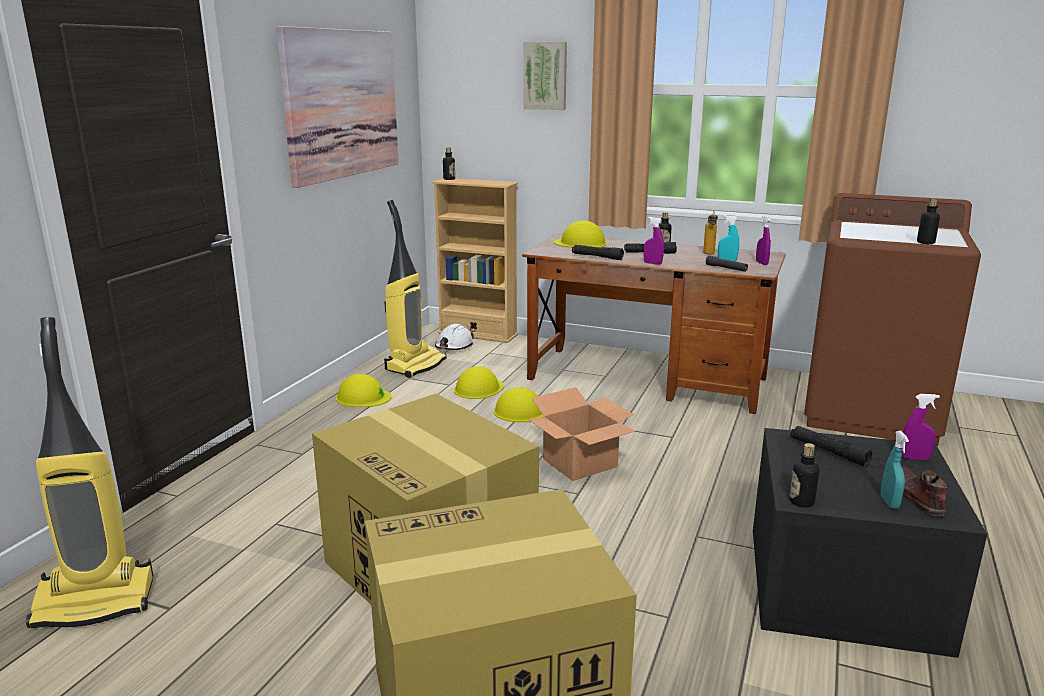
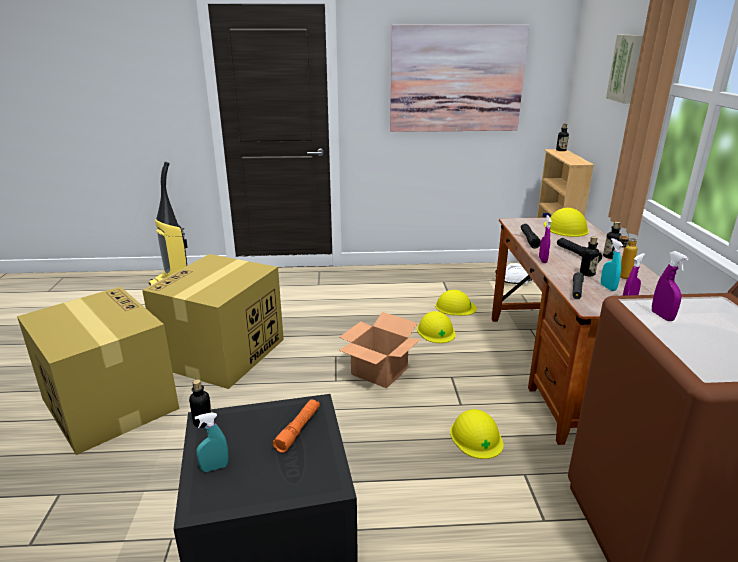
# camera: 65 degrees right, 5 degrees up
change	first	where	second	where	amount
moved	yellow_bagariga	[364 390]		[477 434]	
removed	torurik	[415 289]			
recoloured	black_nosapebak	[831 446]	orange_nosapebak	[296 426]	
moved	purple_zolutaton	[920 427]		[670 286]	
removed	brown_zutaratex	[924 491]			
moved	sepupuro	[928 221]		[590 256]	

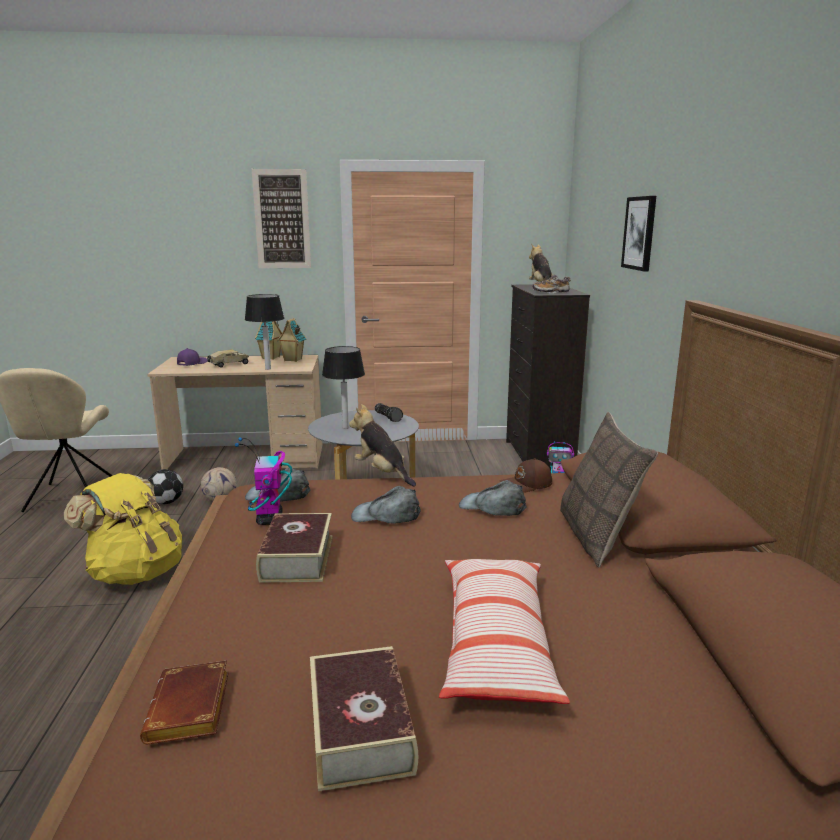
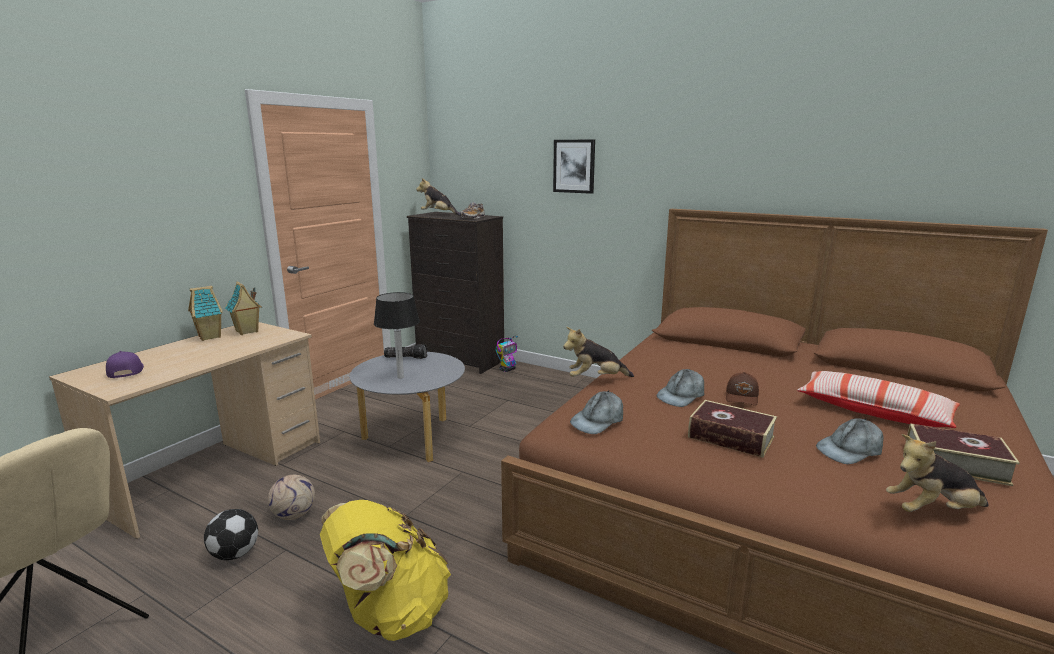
# camera: 55 degrees left, 0 degrees up
change	first	where	second	where	amount
replaced	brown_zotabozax	[184 702]	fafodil	[937 473]	
removed	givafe	[228 358]			
removed	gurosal	[263 481]			
removed	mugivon	[264 332]			
removed	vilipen	[281 218]			
moved	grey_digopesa	[493 498]		[850 441]	
moved	brown_digopesa	[525 475]		[742 389]	
removed	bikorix	[609 489]			

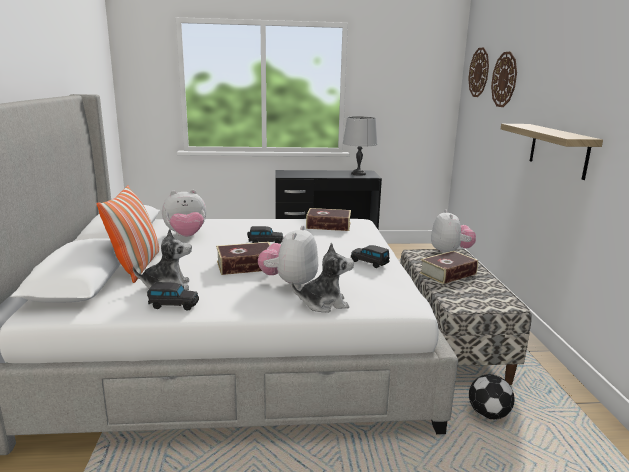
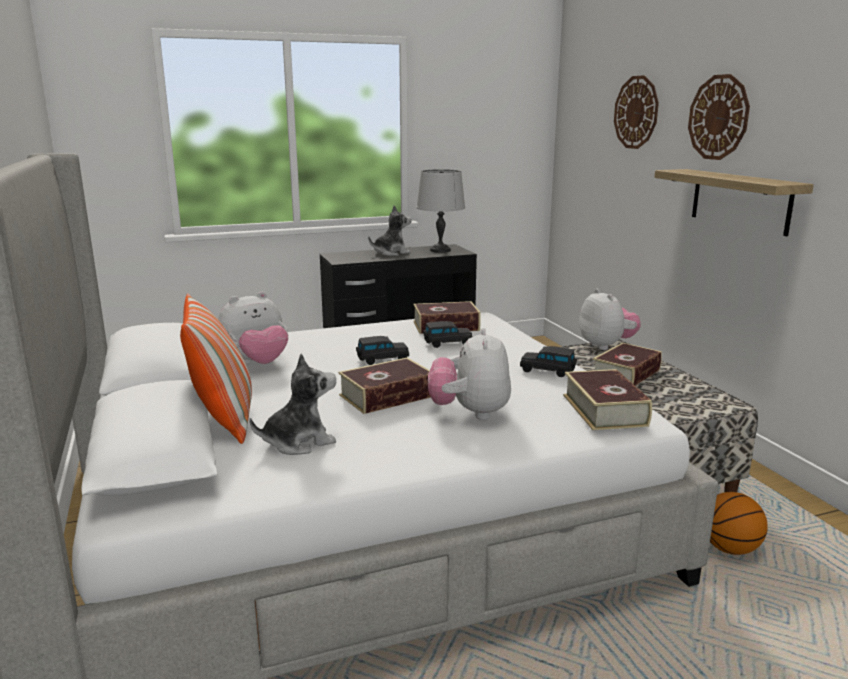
# camera: 15 degrees left, 0 degrees up
change	first	where	second	where	amount
moved	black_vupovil	[173 296]		[448 334]	
moved	fafodil	[323 278]		[389 230]	
moved	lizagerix	[478 72]		[719 117]	
replaced	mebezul	[492 397]	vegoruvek	[739 523]	
added			zotabozax	[607 399]	

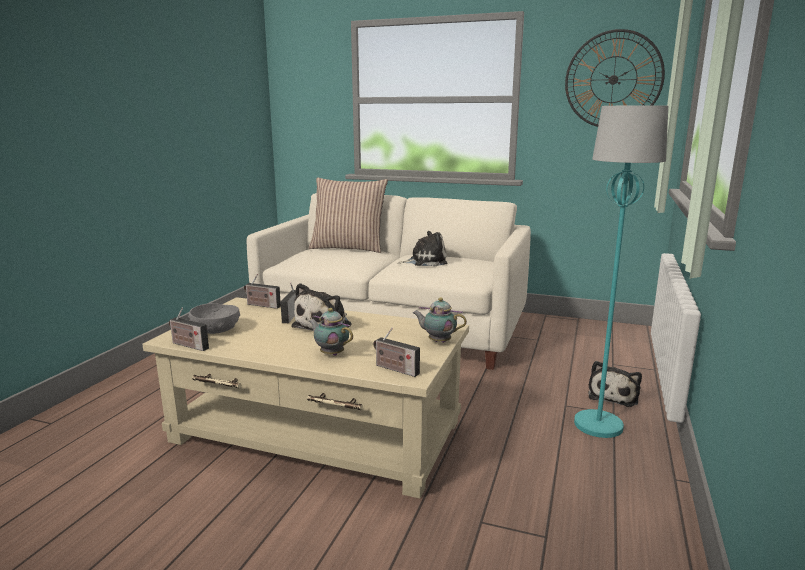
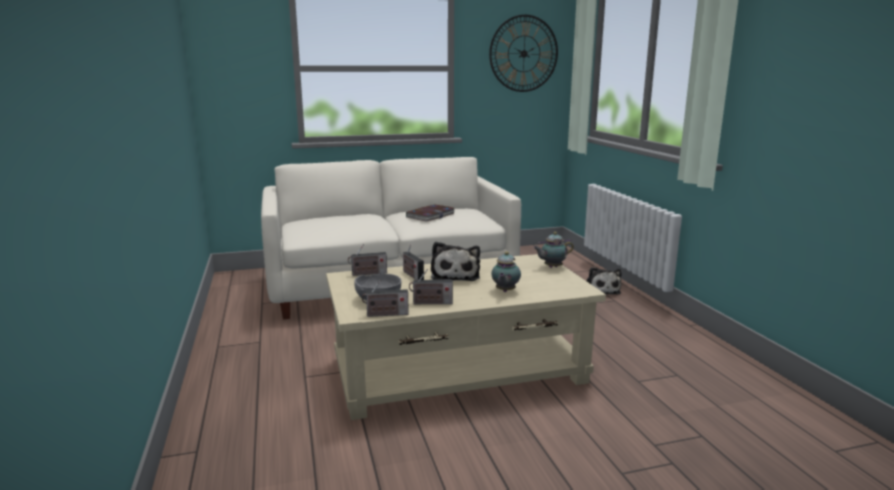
# camera: 35 degrees left, 0 degrees up
change	first	where	second	where	amount
removed	bikorix	[348 215]			
turned	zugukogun	[331 332]		[506 272]	75 degrees counterclockwise
moved	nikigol	[396 352]		[431 286]	
replaced	fafodil	[423 248]	zotabozax	[430 213]	
removed	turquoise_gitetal	[621 271]			

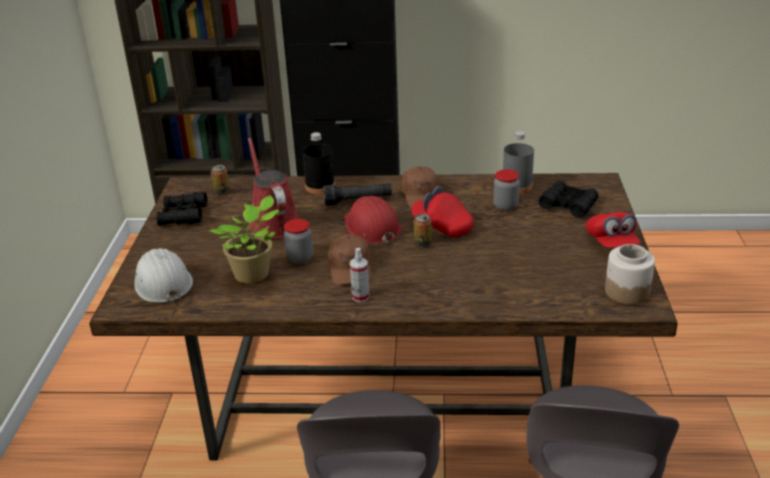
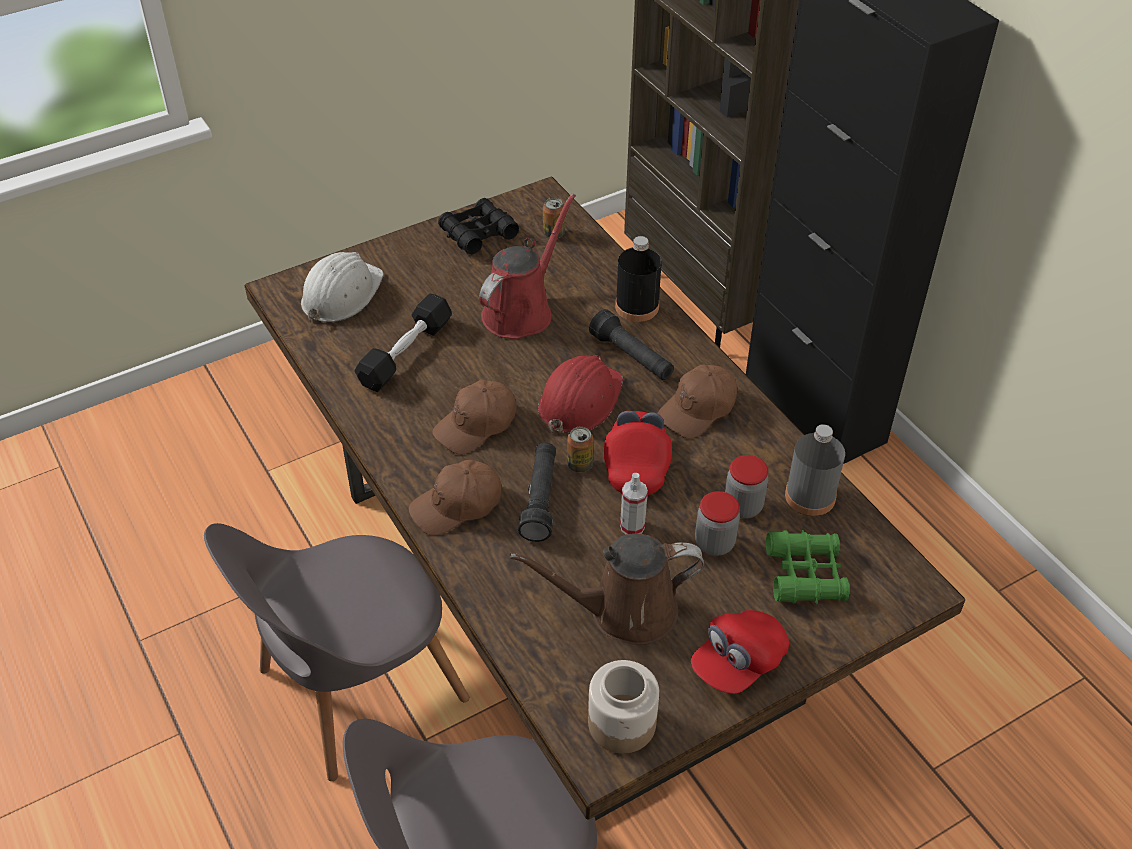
# camera: 55 degrees right, 15 degrees up
change	first	where	second	where	amount
replaced	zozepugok	[244 239]	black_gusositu	[403 343]	
moved	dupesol	[298 241]		[717 523]	
moved	zolutaton	[360 275]		[634 503]	
recoloured	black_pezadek	[568 199]	green_pezadek	[808 567]	
added			brown_digopesa	[455 498]	
added			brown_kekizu	[606 589]	
added			black_nosapebak	[537 492]	

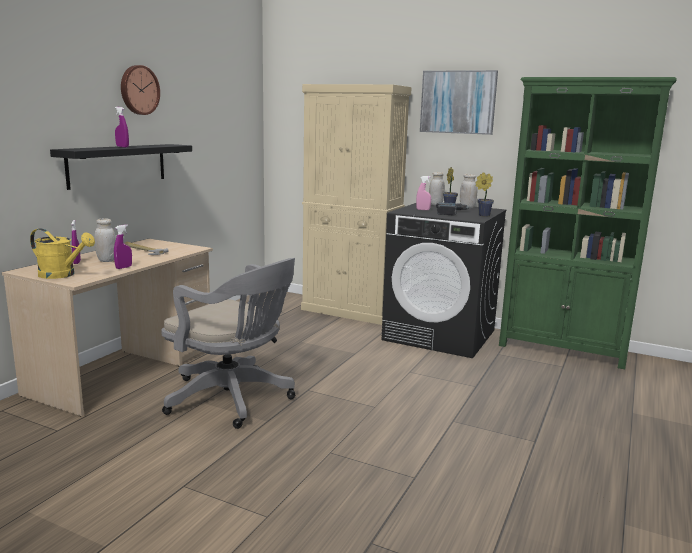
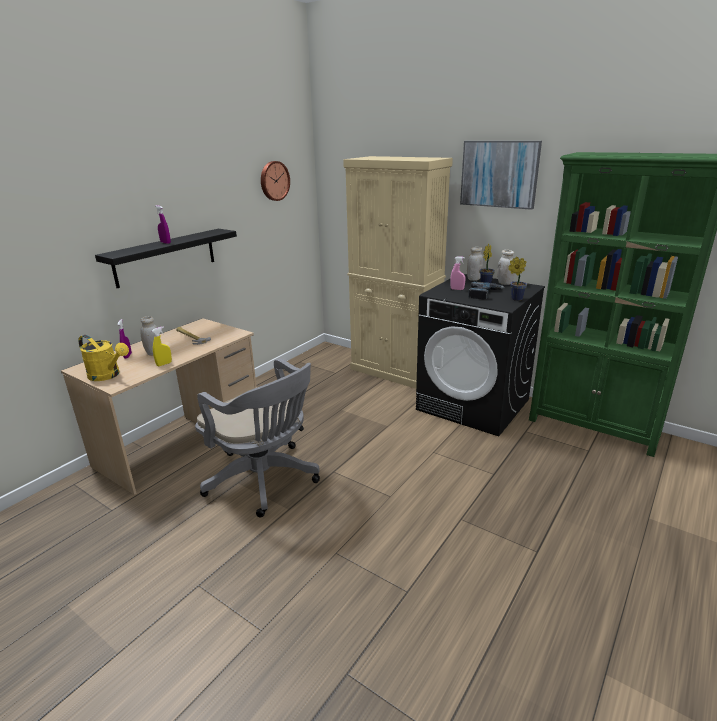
# camera: 10 degrees right, 10 degrees up
change	first	where	second	where	amount
recoloured	purple_zolutaton	[123 247]	yellow_zolutaton	[162 346]	
moved	lizagerix	[140 90]		[275 181]	

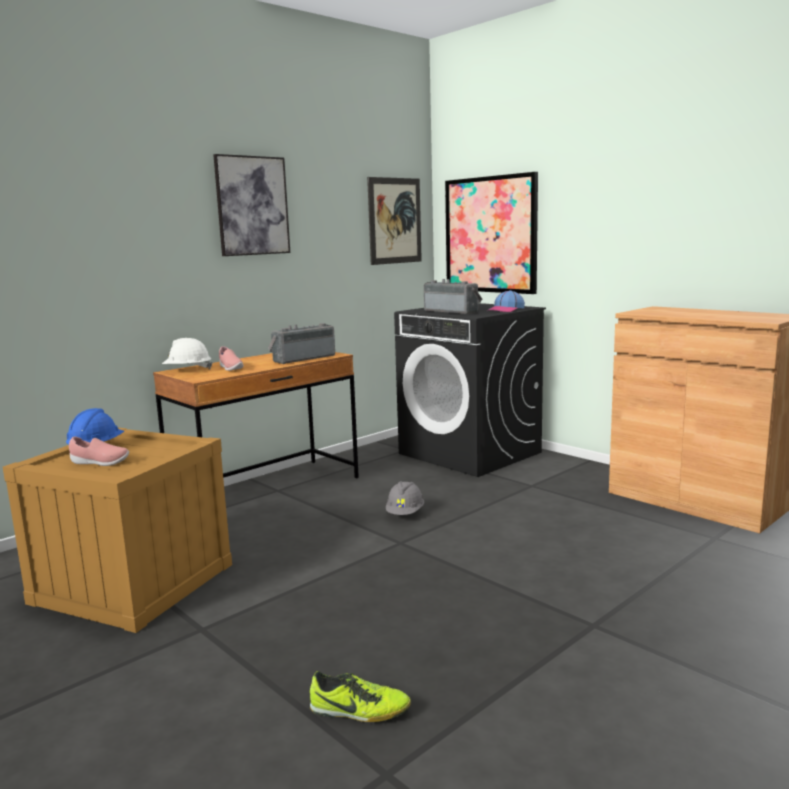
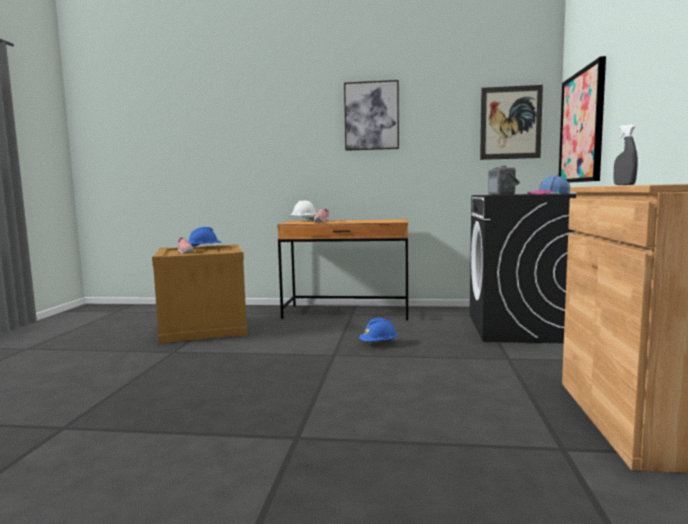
# camera: 50 degrees right, 5 degrees down
change	first	where	second	where	amount
removed	nikigol	[301 343]			
removed	zutaratex	[360 696]			
recoloured	grey_bagariga	[405 498]	blue_bagariga	[378 330]	
added			grey_zolutaton	[626 154]	

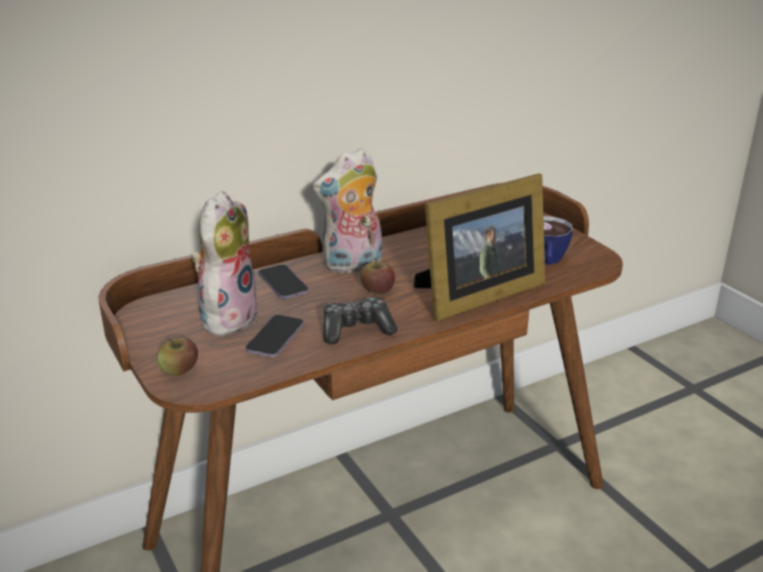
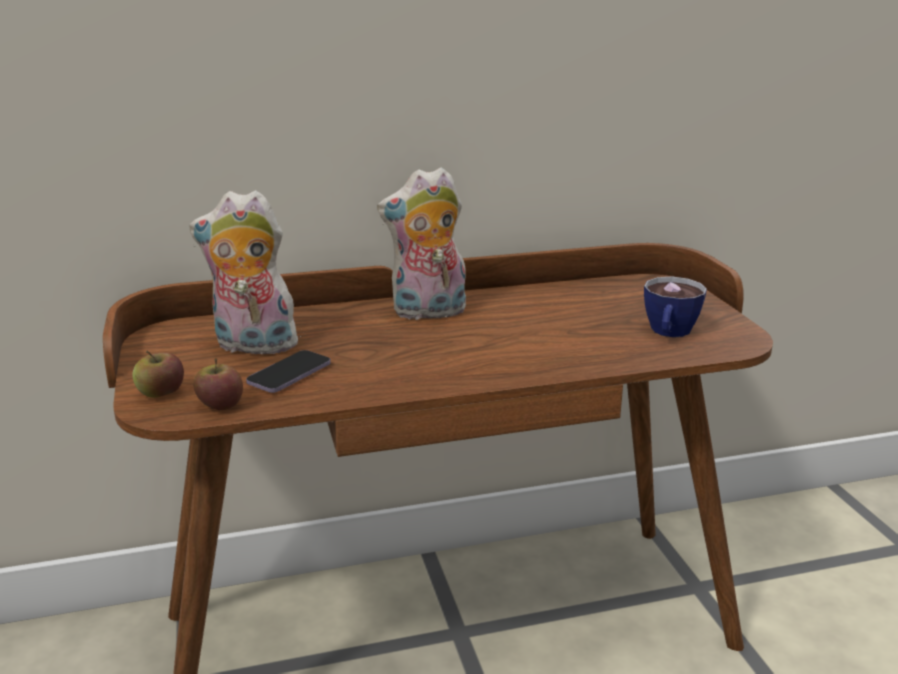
# camera: 15 degrees right, 5 degrees down
change	first	where	second	where	amount
turned	fafodil	[226 263]		[245 274]	120 degrees counterclockwise
removed	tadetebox	[284 282]			
removed	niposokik	[360 320]			
moved	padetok	[378 276]		[218 384]	
removed	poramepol	[479 247]			

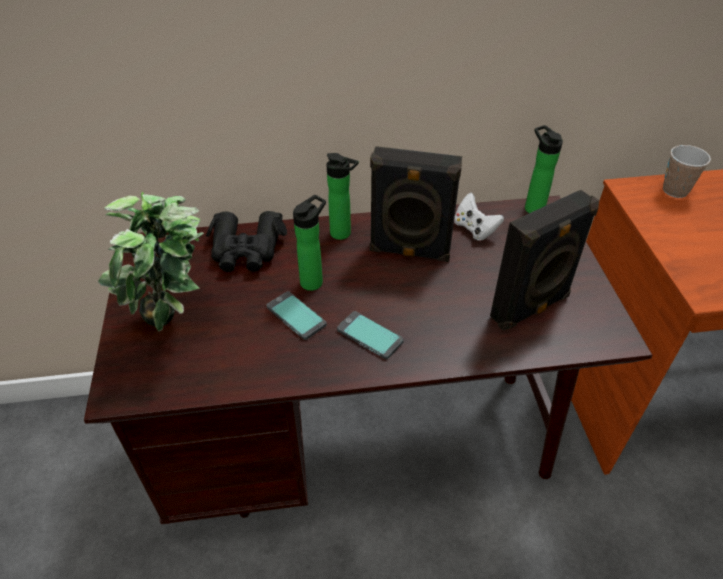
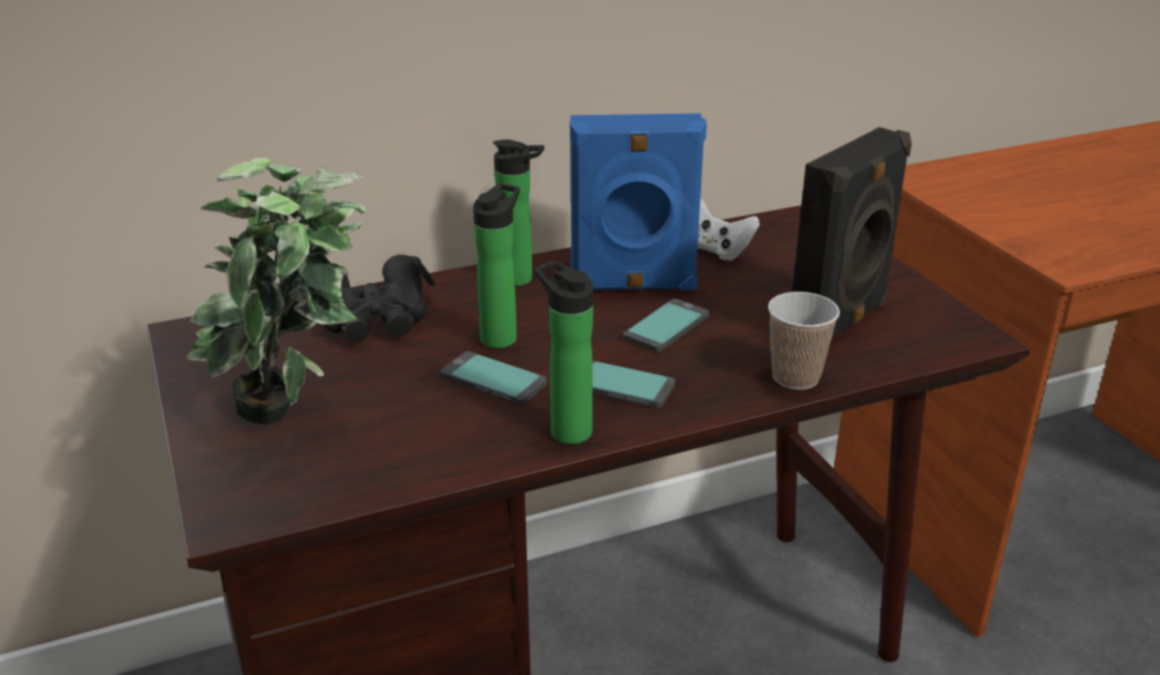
# camera: 15 degrees left, 15 degrees down
change	first	where	second	where	amount
recoloured	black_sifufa	[415 204]	blue_sifufa	[638 201]	
moved	sepupuro	[544 169]		[563 352]	
moved	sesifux	[687 171]		[804 341]	
added			tadetebox	[666 325]	

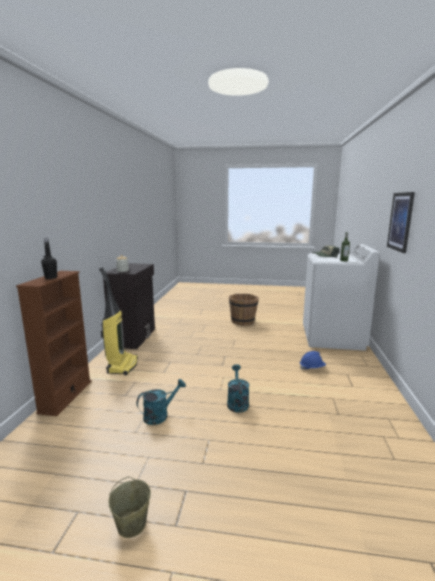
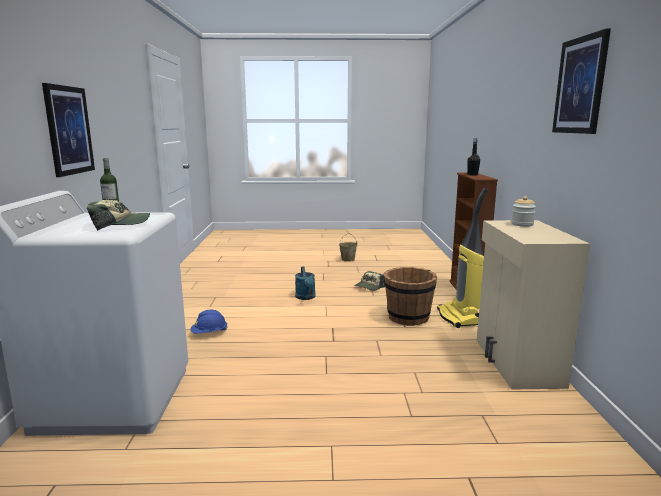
# camera: 170 degrees right, 0 degrees up
change	first	where	second	where	amount
recoloured	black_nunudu	[129 306]	beige_nunudu	[533 304]	
replaced	turquoise_kekizu	[161 402]	digopesa	[369 281]	
moved	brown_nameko	[244 310]		[410 296]	
added			vilipen	[581 81]	

